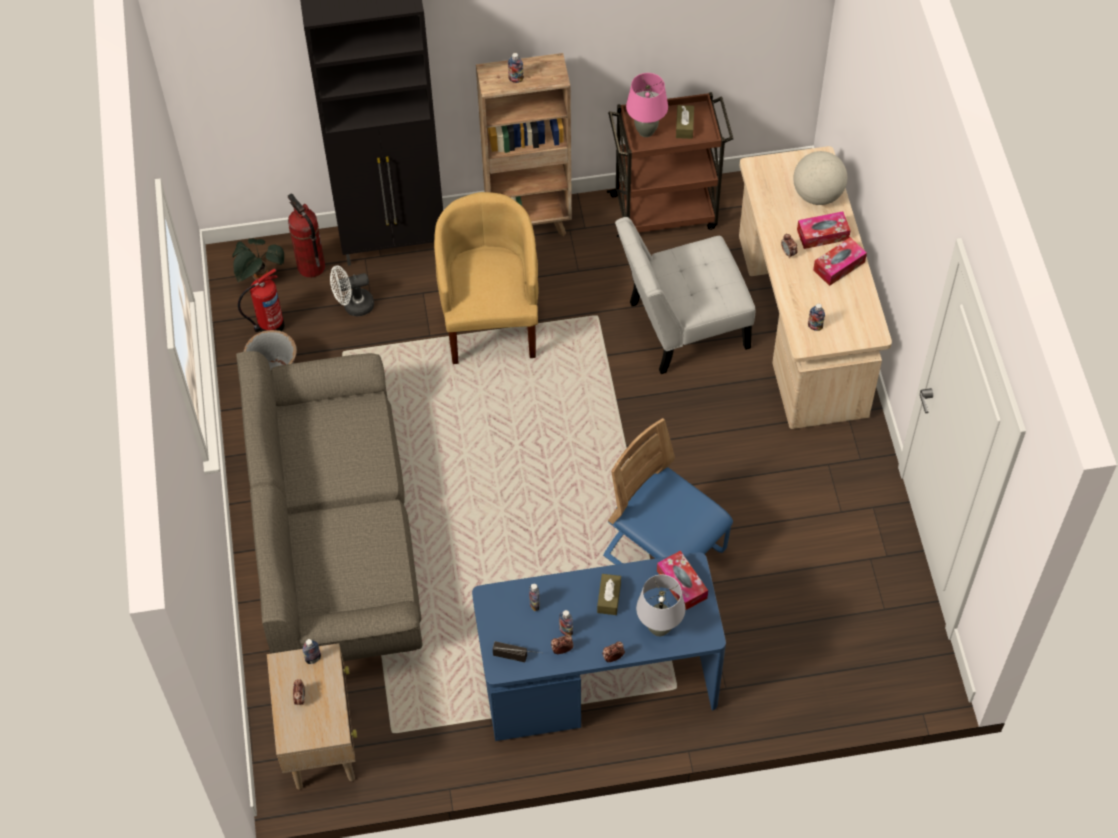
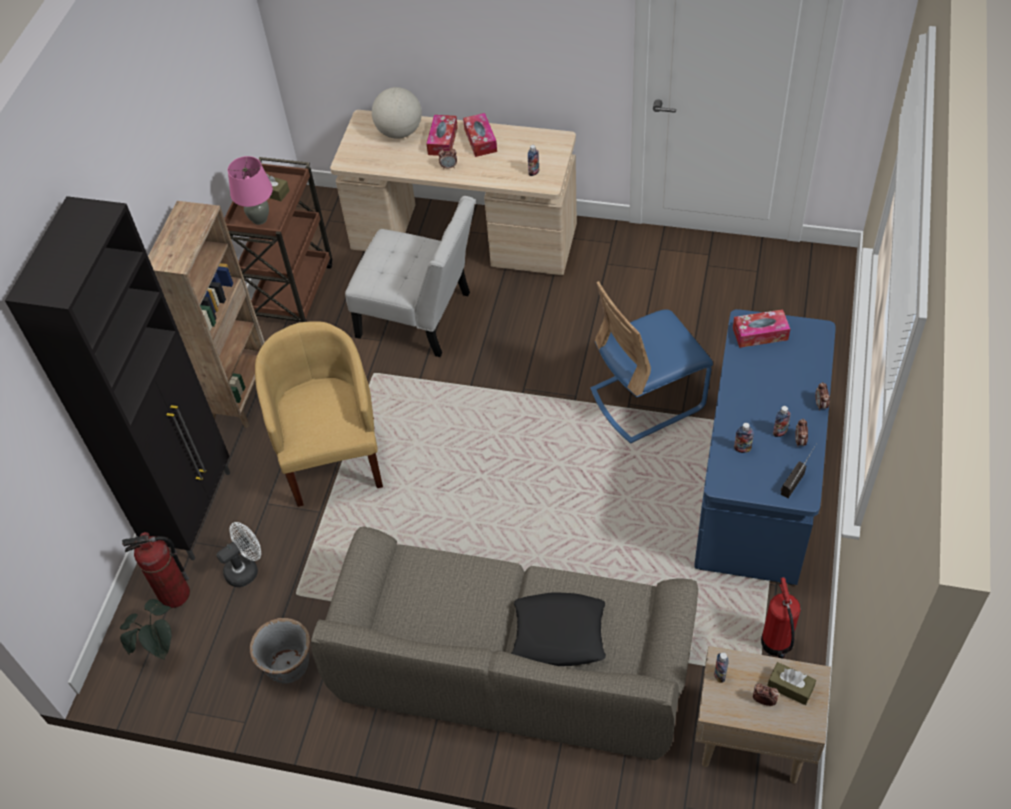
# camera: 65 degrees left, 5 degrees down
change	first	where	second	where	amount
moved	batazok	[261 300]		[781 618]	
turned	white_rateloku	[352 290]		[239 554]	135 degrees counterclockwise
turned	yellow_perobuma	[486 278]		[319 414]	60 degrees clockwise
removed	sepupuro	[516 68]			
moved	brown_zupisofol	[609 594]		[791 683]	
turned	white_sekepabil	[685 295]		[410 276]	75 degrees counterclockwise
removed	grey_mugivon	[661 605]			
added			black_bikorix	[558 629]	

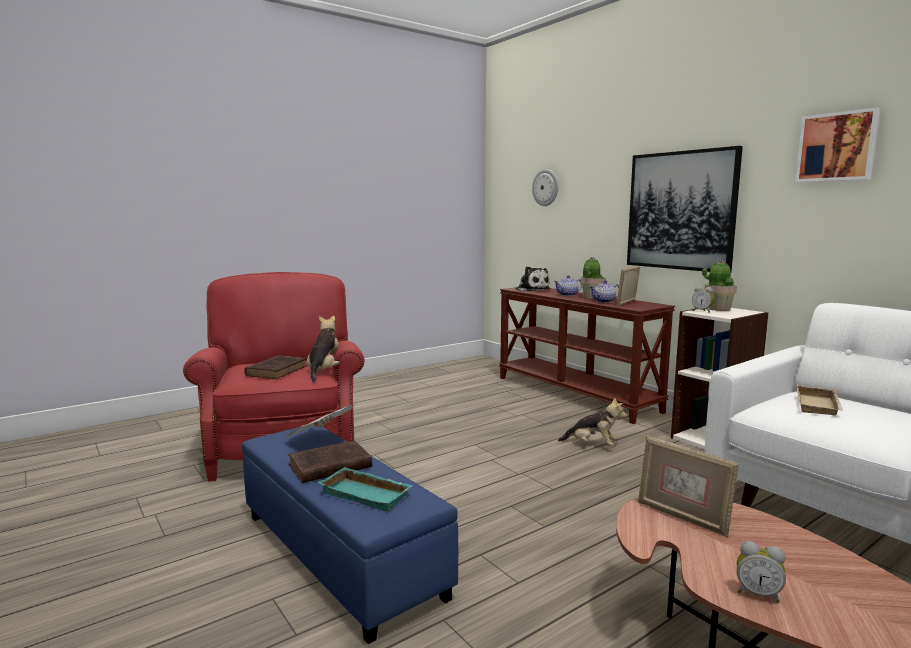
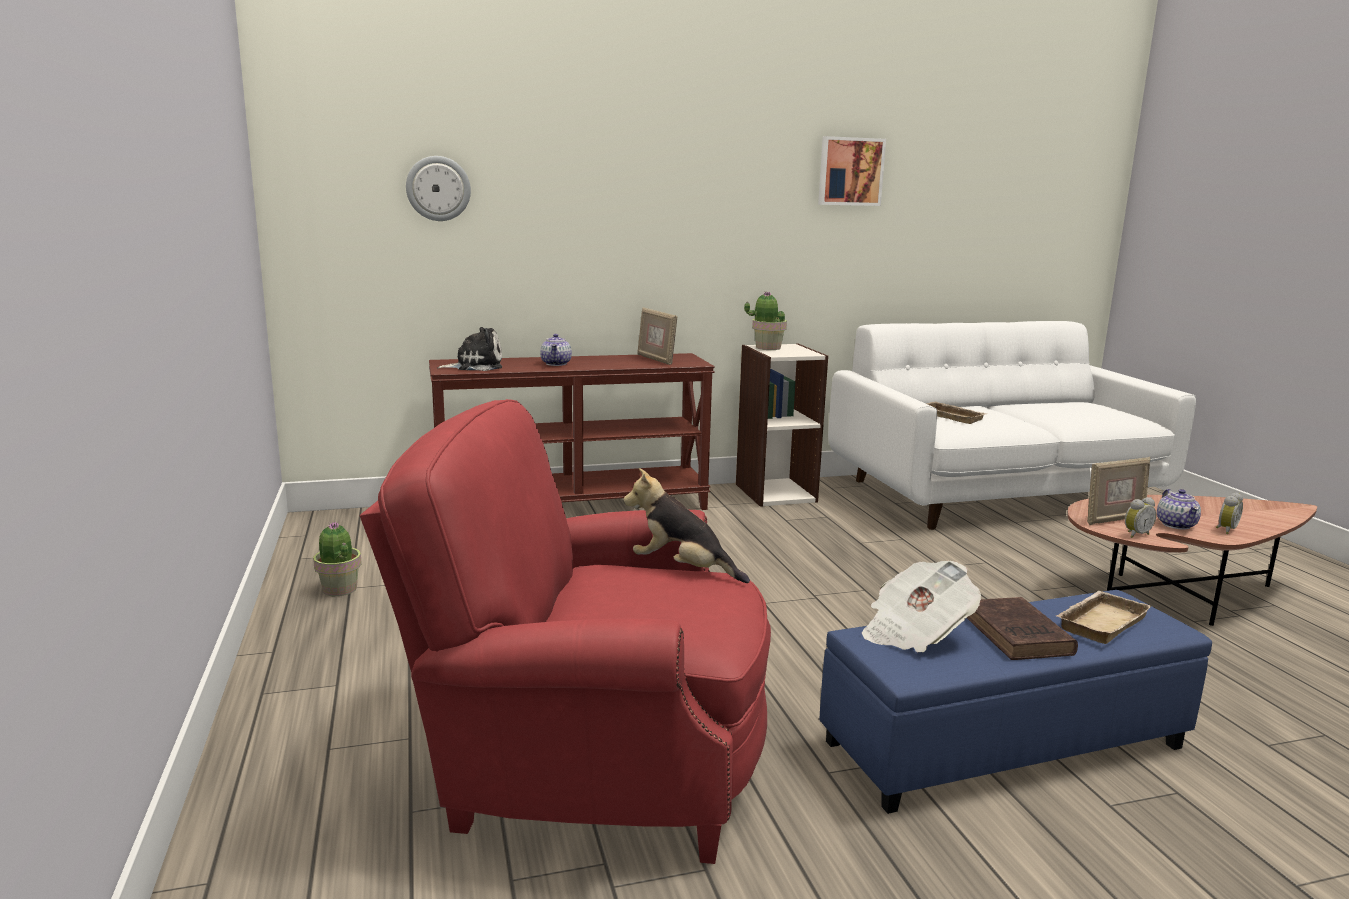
# camera: 70 degrees left, 5 degrees up
change	first	where	second	where	amount
removed	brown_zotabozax	[275 367]			
recoloured	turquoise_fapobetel	[365 489]	beige_fapobetel	[1104 617]	
removed	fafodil	[592 421]			
moved	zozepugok	[593 278]		[337 558]	
moved	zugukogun	[604 291]		[1179 509]	
removed	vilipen	[685 209]			
moved	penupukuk	[703 299]		[1140 517]	

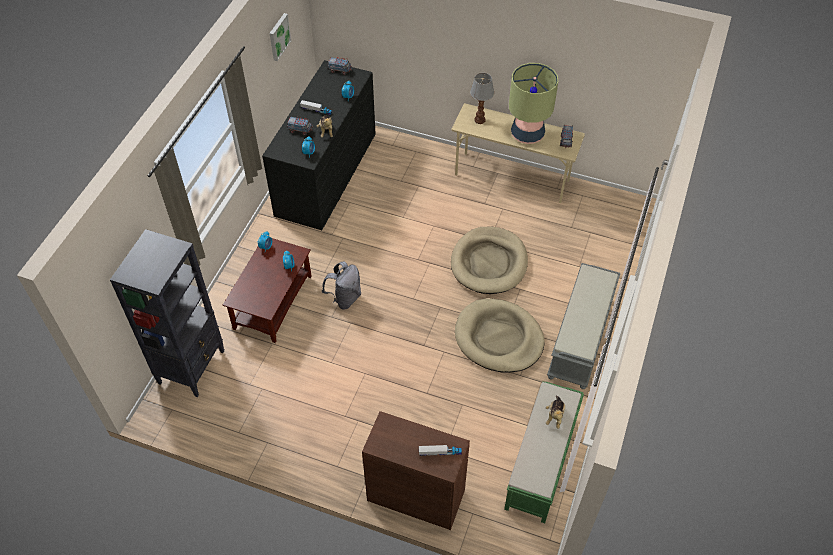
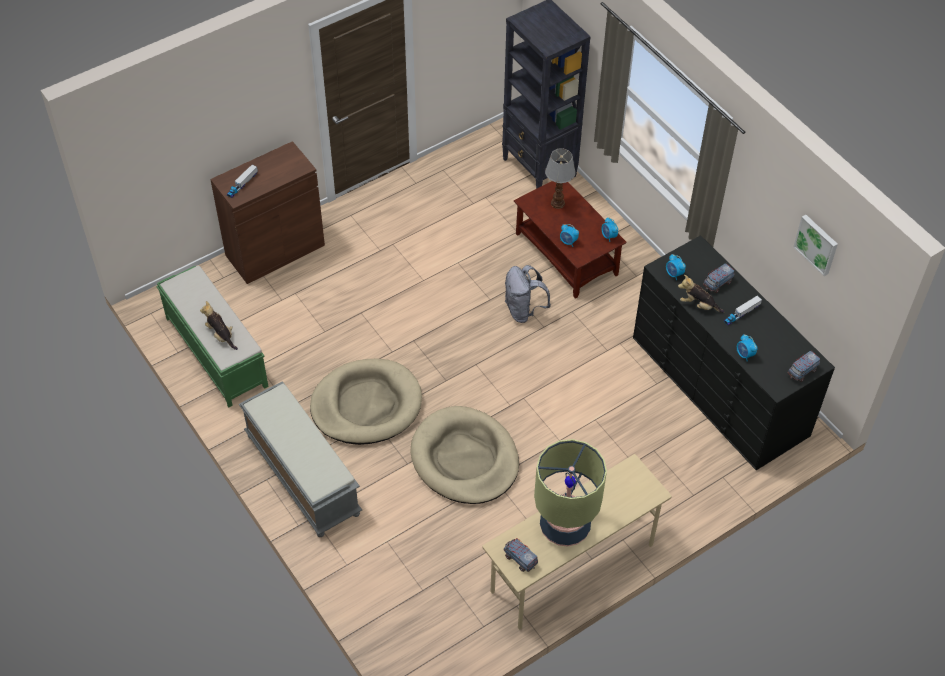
# camera: 125 degrees right, 0 degrees up
change	first	where	second	where	amount
moved	mugivon	[482 98]		[560 178]	

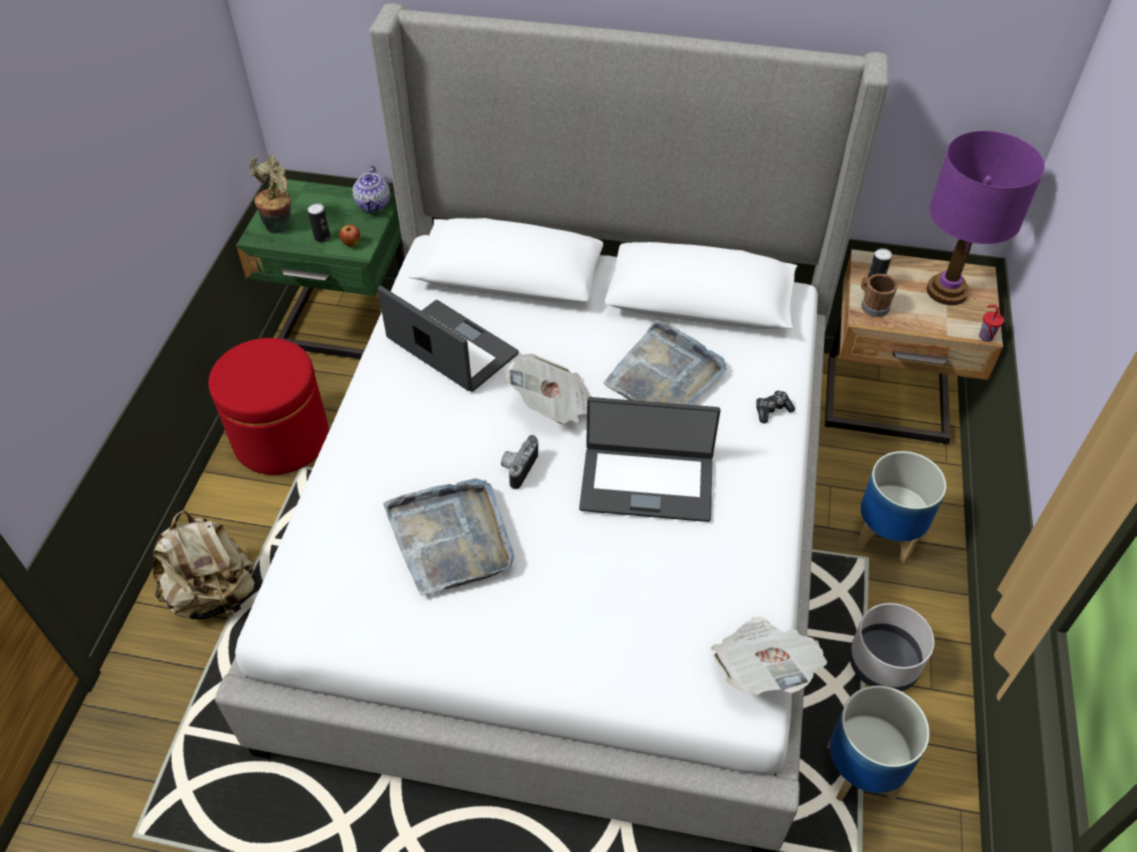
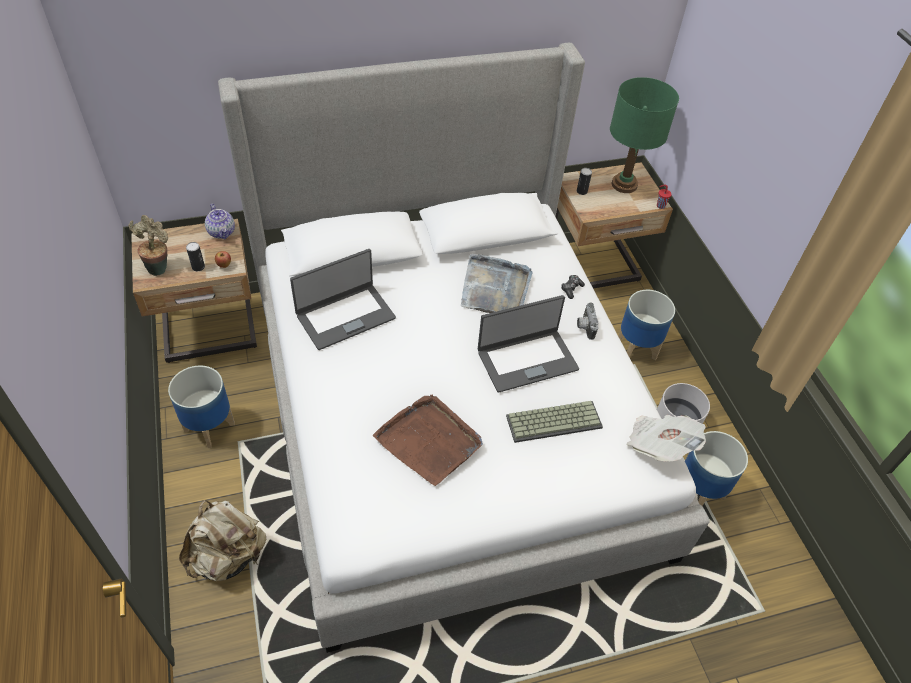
# camera: 30 degrees left, 0 degrees up
change	first	where	second	where	amount
replaced	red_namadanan	[269 406]	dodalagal	[201 406]	
recoloured	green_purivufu	[320 269]	beige_purivufu	[194 291]	
turned	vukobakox	[448 338]		[343 299]	135 degrees clockwise
recoloured	grey_fapobetel	[448 537]	brown_fapobetel	[428 440]	
moved	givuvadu	[519 462]		[587 321]	
removed	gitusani	[548 389]			
removed	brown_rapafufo	[879 295]			
recoloured	purple_mugivon	[986 218]	green_mugivon	[644 135]	
added			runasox	[554 422]	

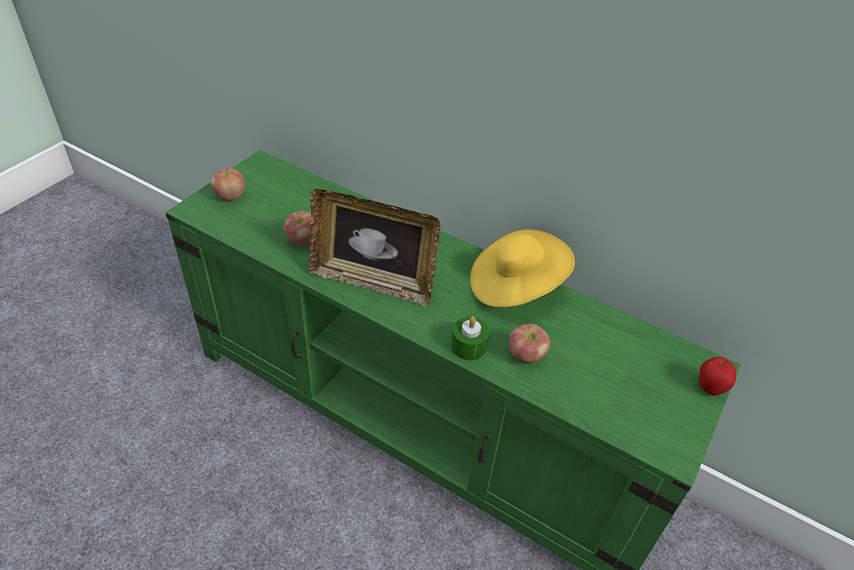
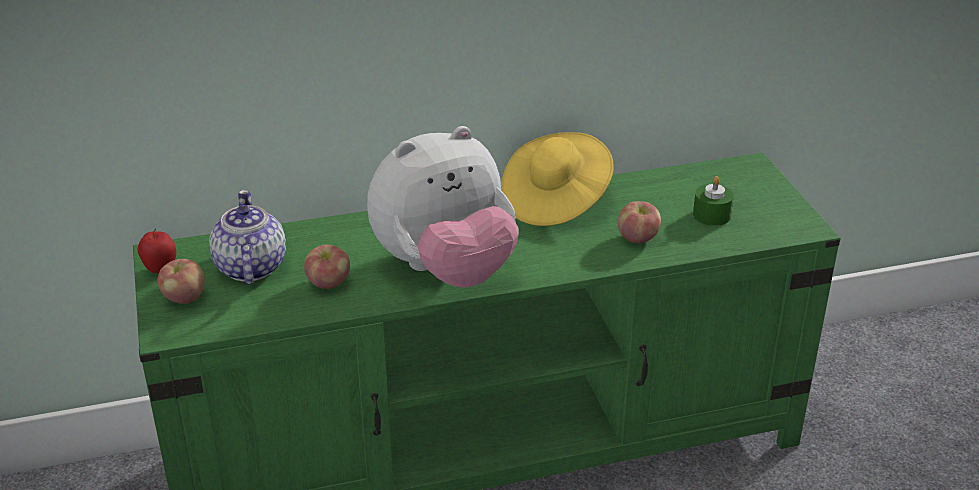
# camera: 45 degrees left, 10 degrees down
change	first	where	second	where	amount
replaced	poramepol	[374 248]	fafodil	[443 207]	
moved	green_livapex	[470 338]		[713 201]	
moved	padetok	[717 376]		[157 251]	
added			zugukogun	[247 237]	

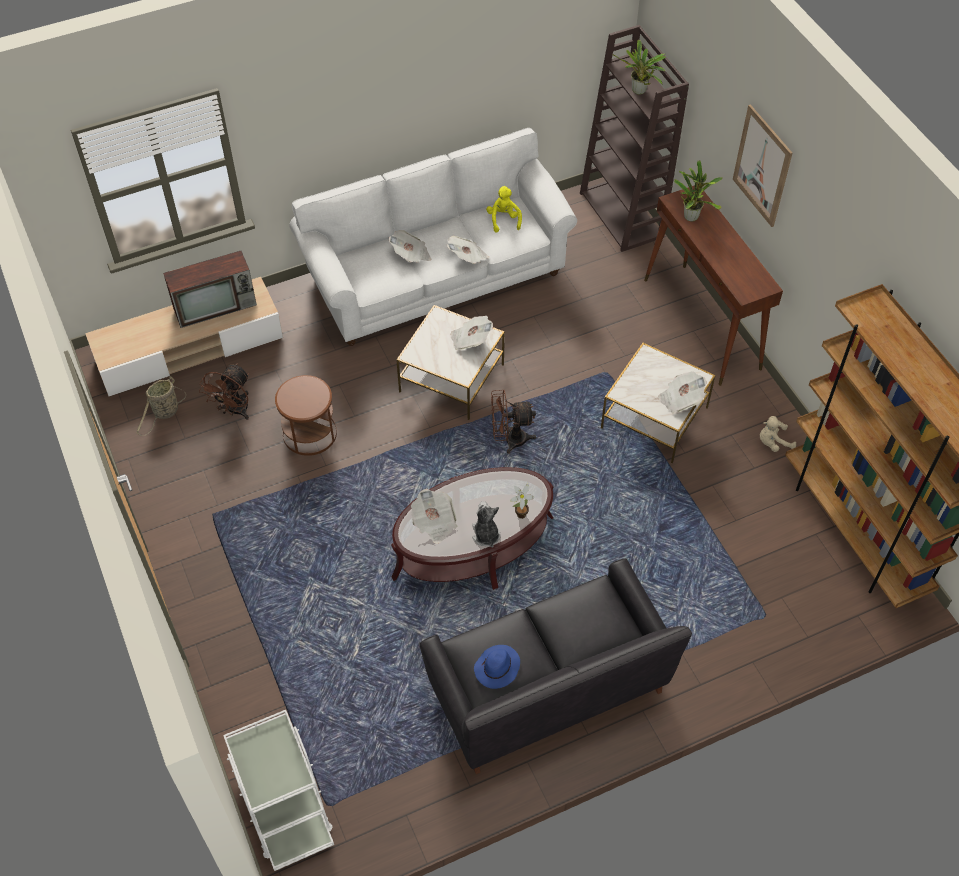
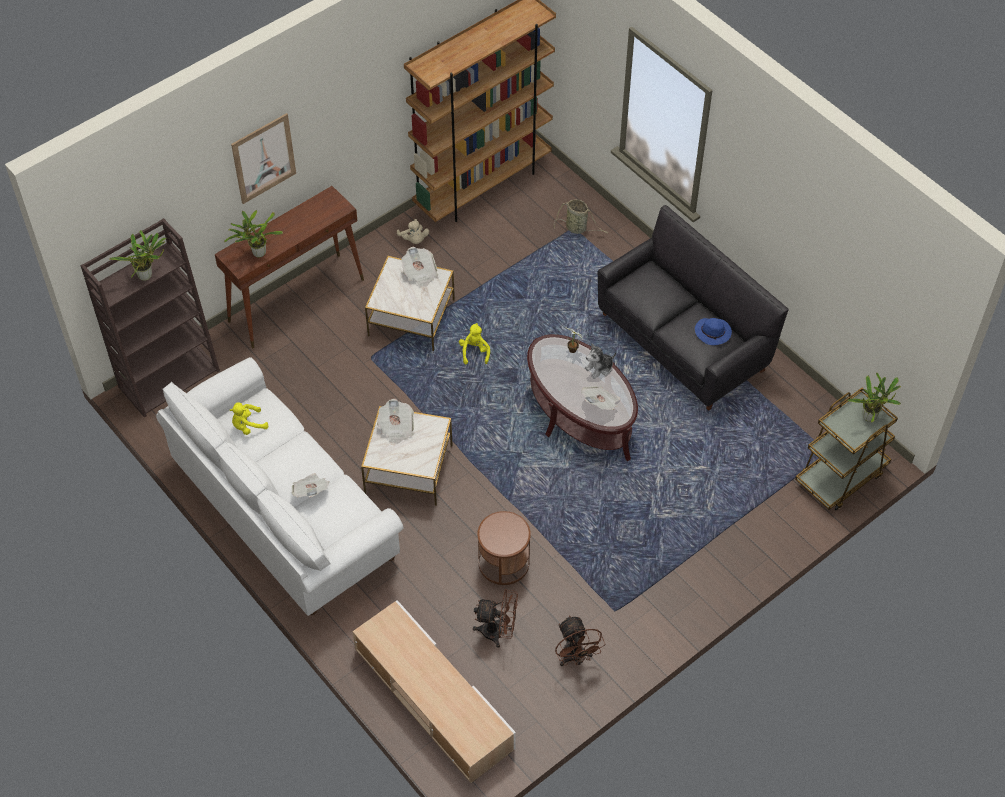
# camera: 105 degrees left, 0 degrees up
change	first	where	second	where	amount
moved	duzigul	[161 406]		[581 216]	
removed	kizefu	[210 289]			
recoloured	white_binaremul	[278 790]	brown_binaremul	[846 448]	
removed	gitusani	[468 250]			
moved	brown_rateloku	[513 421]		[580 640]	
added			yellow_fafodil	[474 343]	
added			zozepugok	[874 397]	

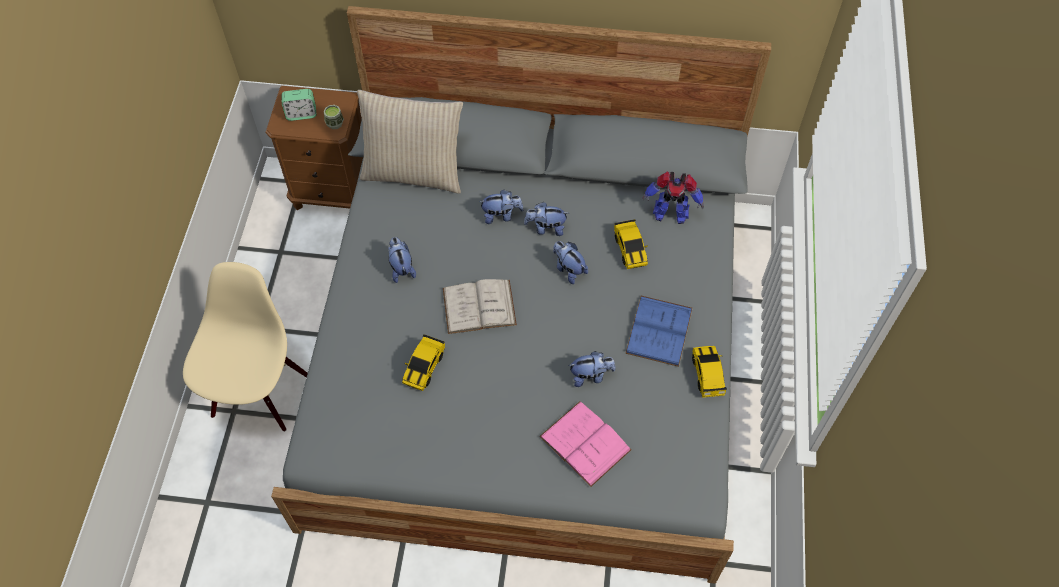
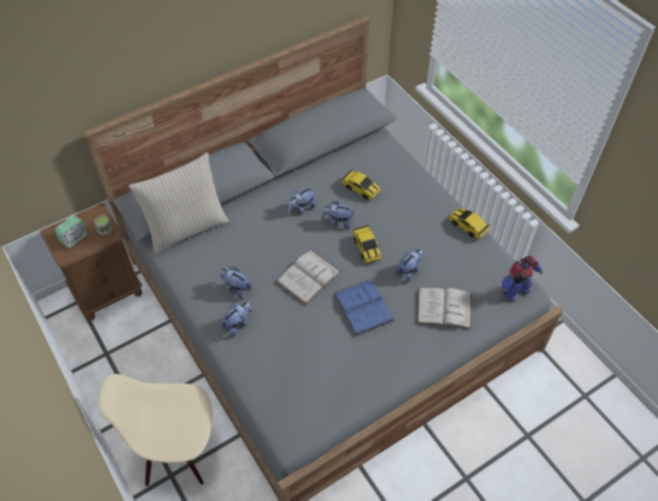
# camera: 40 degrees left, 5 degrees down
change	first	where	second	where	amount
turned	beige_sekepabil	[245 347]		[156 430]	60 degrees counterclockwise
moved	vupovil	[423 362]		[367 244]	
moved	fafodil	[501 207]		[236 319]	
recoloured	pink_zotabozax	[585 444]	white_zotabozax	[444 308]	
moved	blue_zotabozax	[659 331]		[363 307]	
moved	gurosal	[673 198]		[521 279]	

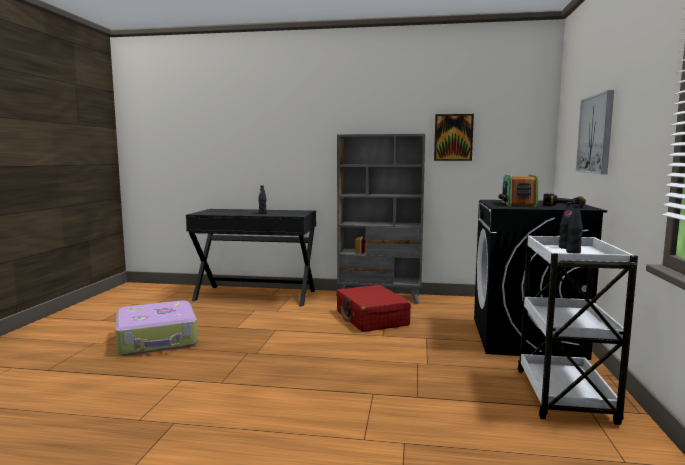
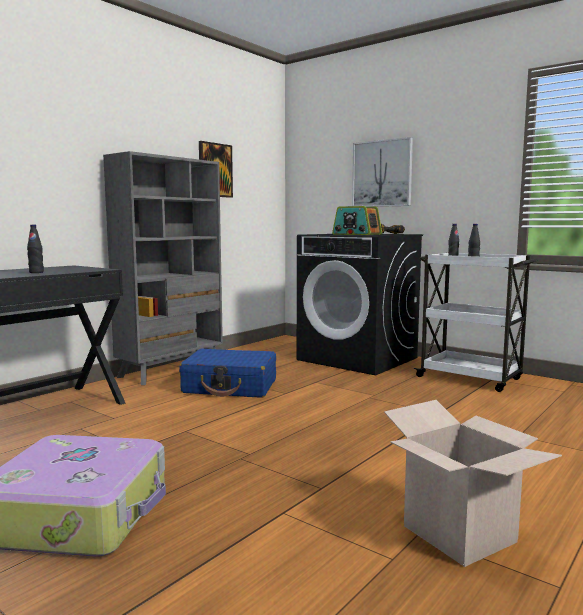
# camera: 60 degrees left, 0 degrees up
change	first	where	second	where	amount
recoloured	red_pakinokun	[373 308]	blue_pakinokun	[227 373]	
added			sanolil	[473 483]	

